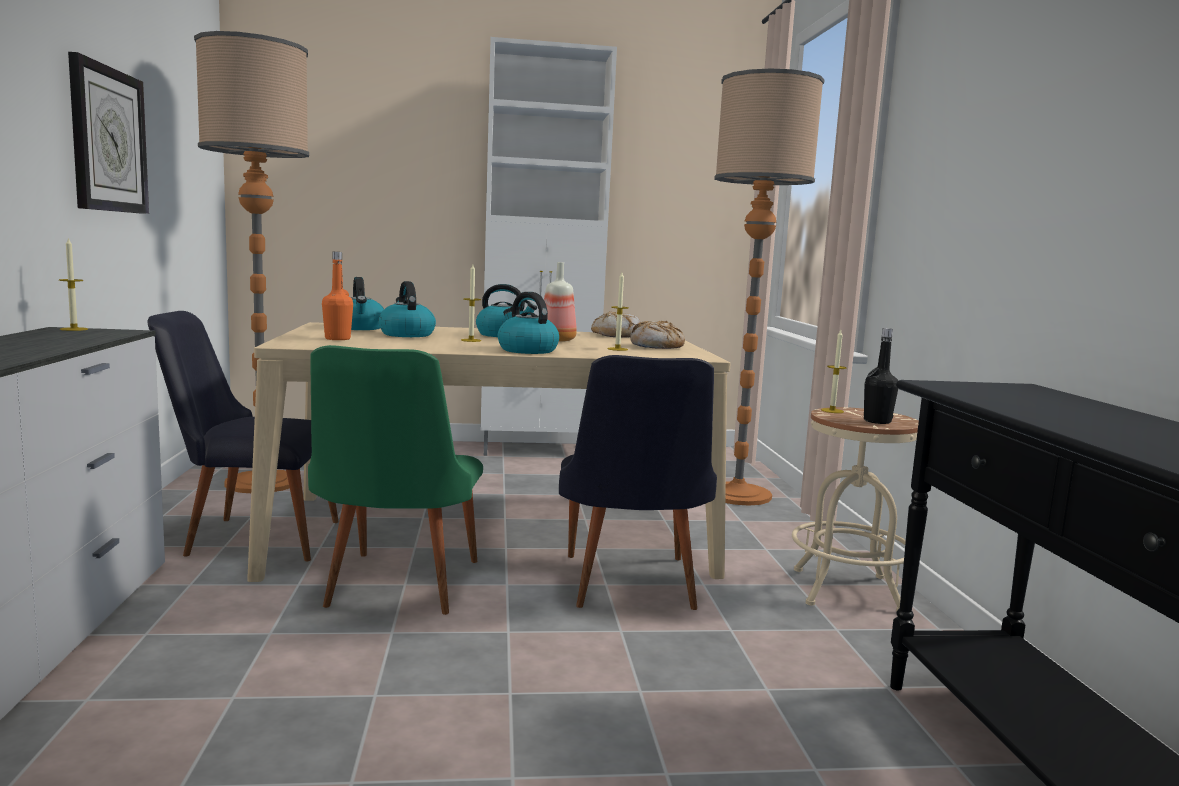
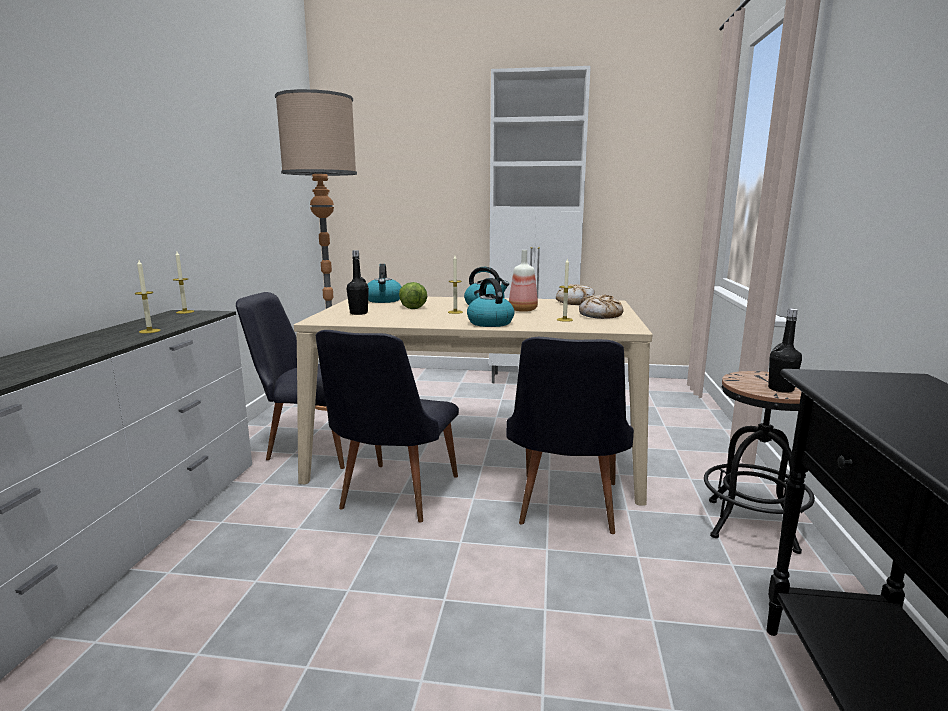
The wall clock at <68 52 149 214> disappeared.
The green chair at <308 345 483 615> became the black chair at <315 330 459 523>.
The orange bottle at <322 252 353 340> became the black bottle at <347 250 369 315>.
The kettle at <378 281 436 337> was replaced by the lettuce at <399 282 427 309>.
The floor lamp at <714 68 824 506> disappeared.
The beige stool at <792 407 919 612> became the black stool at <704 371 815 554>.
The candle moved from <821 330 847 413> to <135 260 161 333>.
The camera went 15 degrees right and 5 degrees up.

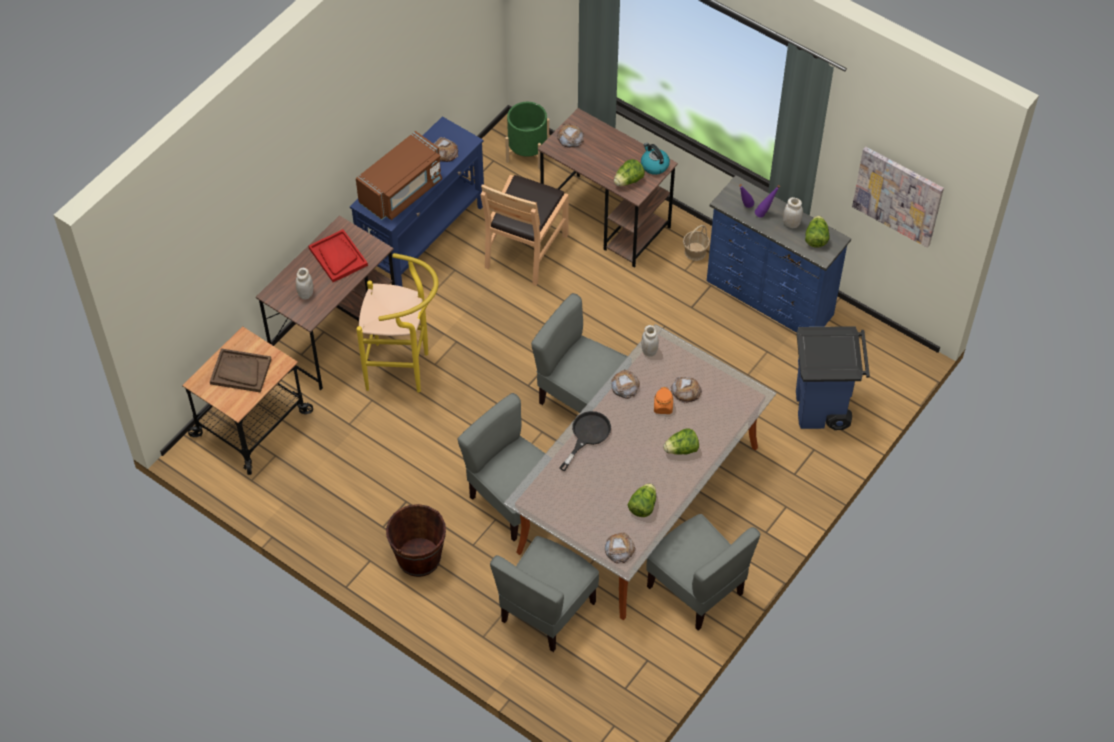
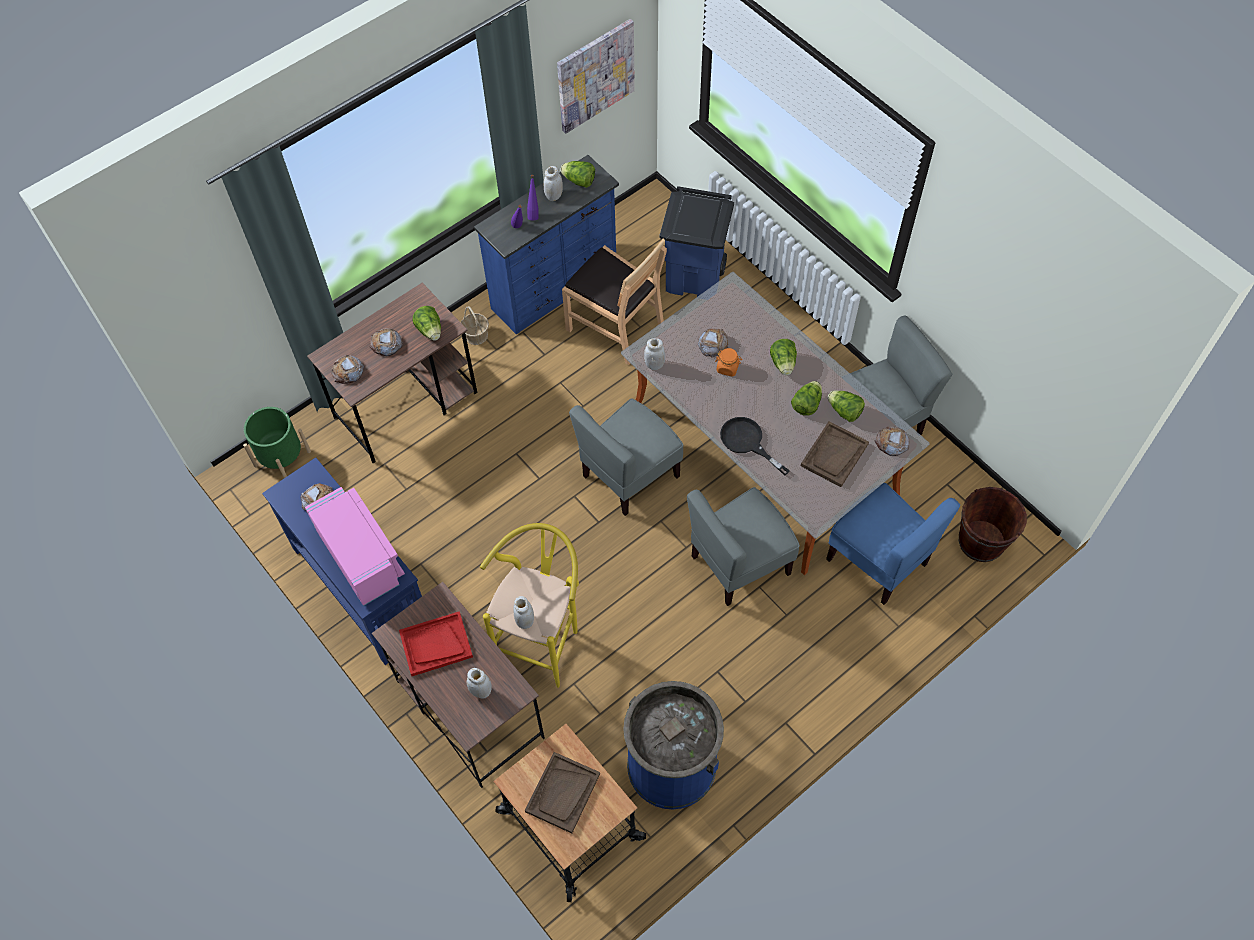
The brown microwave at <356 131 442 220> became the pink microwave at <305 487 405 606>.
The brown bucket moved from <386 504 446 577> to <959 487 1027 562>.
The brown chair moved from <481 175 569 286> to <562 239 667 365>.
The grey chair at <490 536 599 652> became the blue chair at <826 483 960 605>.
The bread moved from <611 369 640 399> to <369 328 403 356>.
The kettle at <641 143 670 175> disappeared.
The white jar at <513 596 534 629> appeared.
The blue trash can at <623 681 724 809> appeared.
The lettuce at <791 381 822 416> appeared.
The brown tray at <801 421 869 487> appeared.
The camera went 75 degrees left and 5 degrees up.

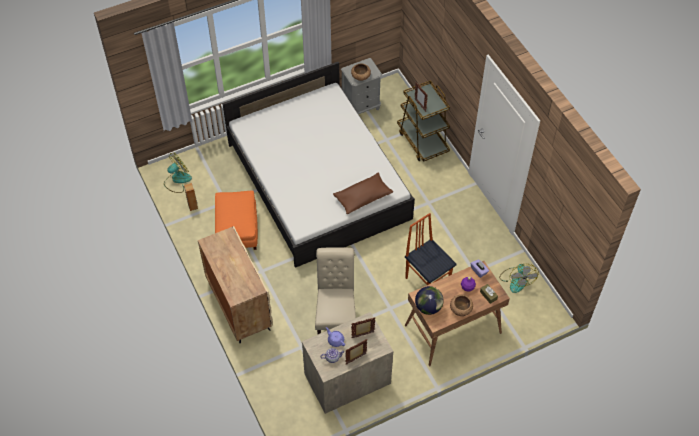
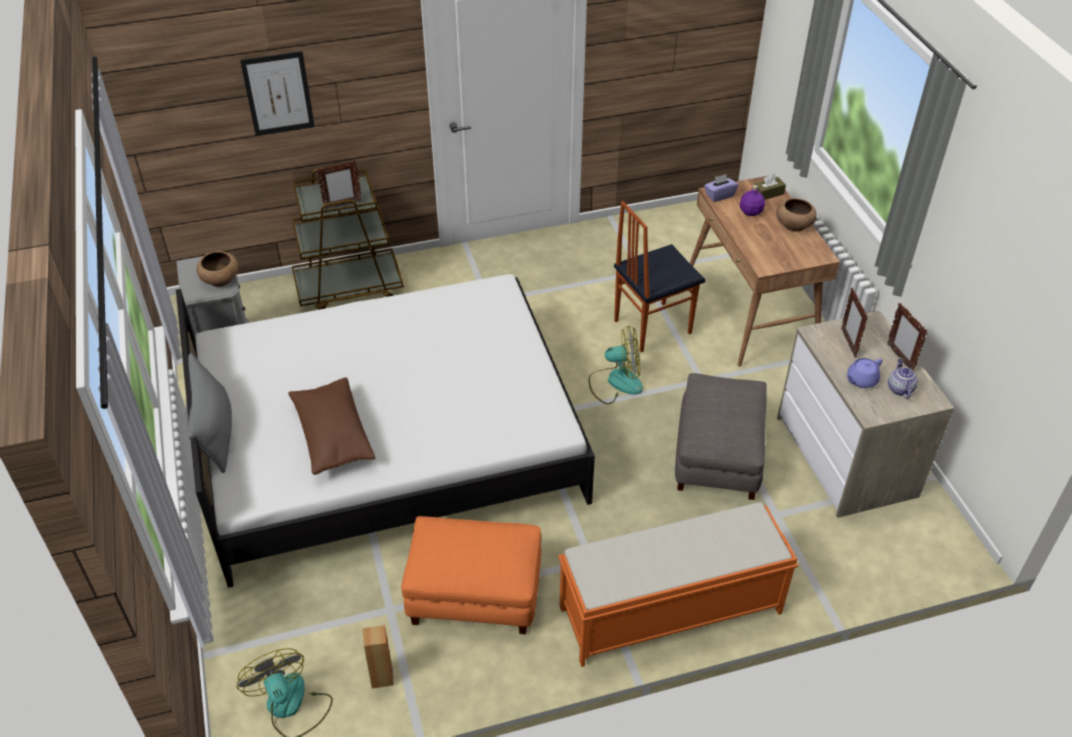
The beige cabinet at <198 226 273 343> was replaced by the orange bench at <558 502 798 667>.
The beige chair at <315 247 356 334> was replaced by the grey ottoman at <675 373 767 500>.
The brown pillow moved from <333 172 393 215> to <288 377 375 475>.
The globe at <415 286 444 315> disappeared.
The fan moved from <499 264 539 293> to <589 326 643 404>.
The grey pillow at <186 353 232 473> appeared.
The picture at <240 51 315 136> appeared.
The camera went 80 degrees left and 10 degrees down.

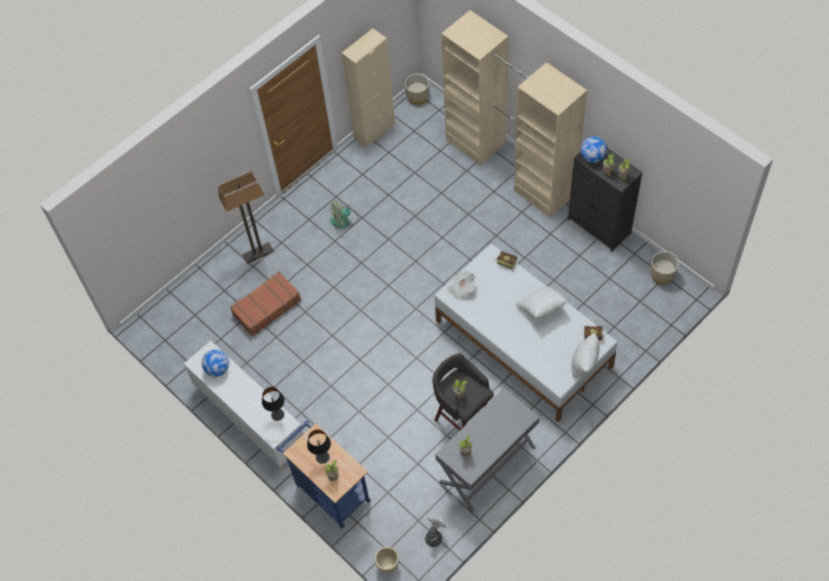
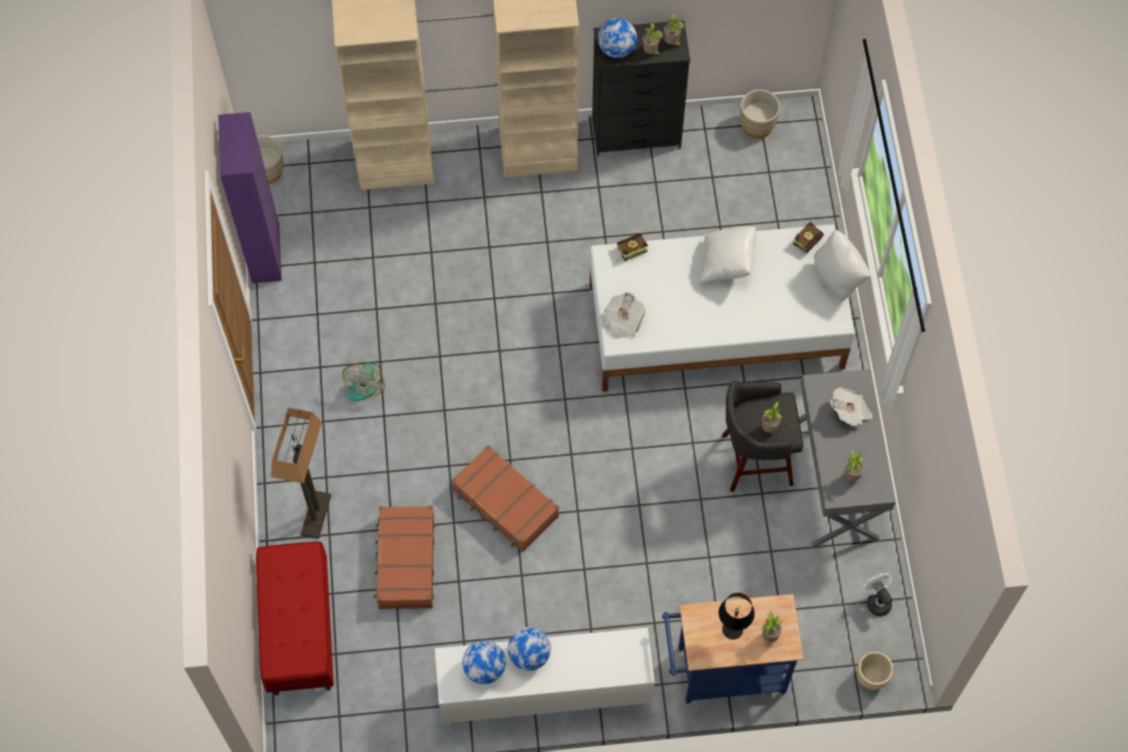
The black table lamp at <262 387 285 421> disappeared.
The beige cabinet at <342 28 395 148> became the purple cabinet at <218 112 282 283>.
The red bench at <256 542 334 696> appeared.
The brown suitcase at <451 445 559 552> appeared.
The globe at <508 627 551 671> appeared.
The newspaper at <830 387 873 426> appeared.
The camera went 55 degrees left and 5 degrees up.

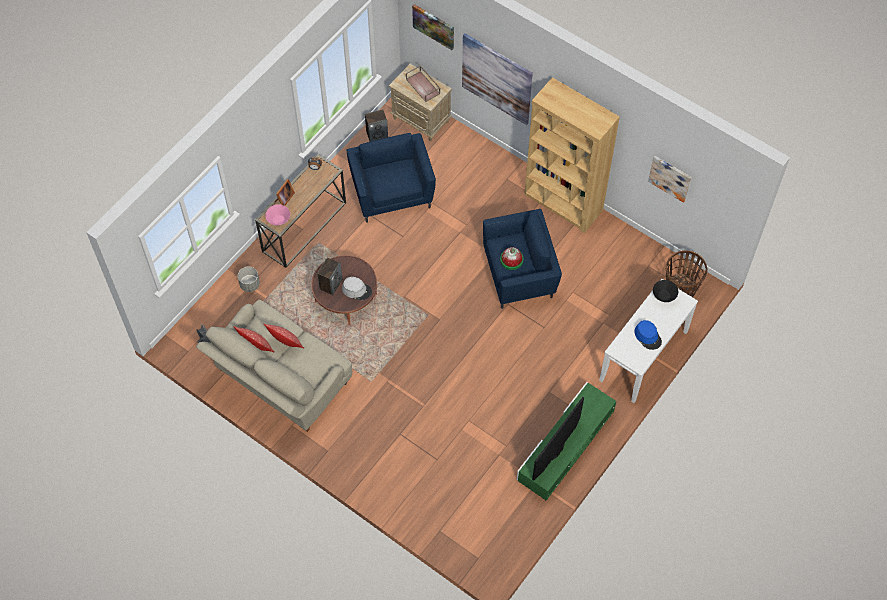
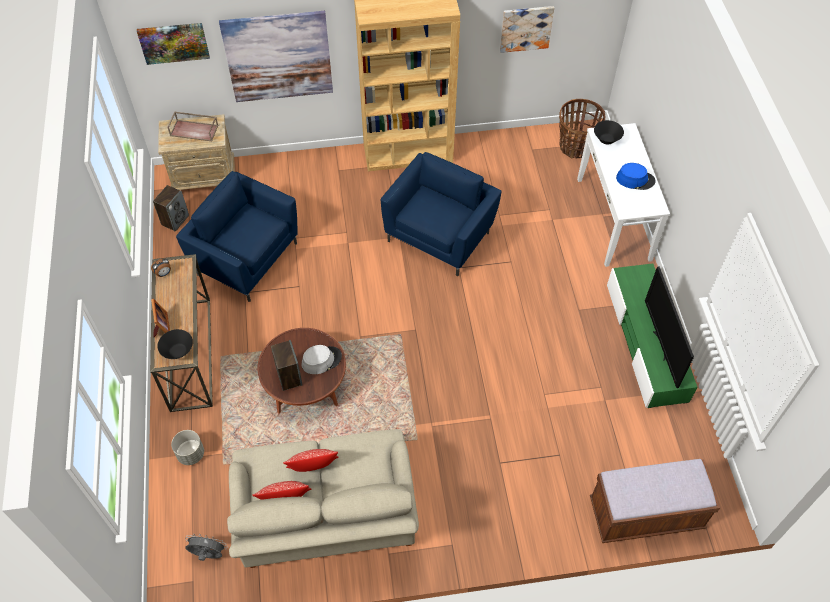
The pink bowl at <265 204 290 225> became the black bowl at <158 329 193 359>.
The hat at <500 247 524 270> disappeared.
The brown bench at <590 459 720 543> appeared.
The camera went 45 degrees left and 5 degrees down.

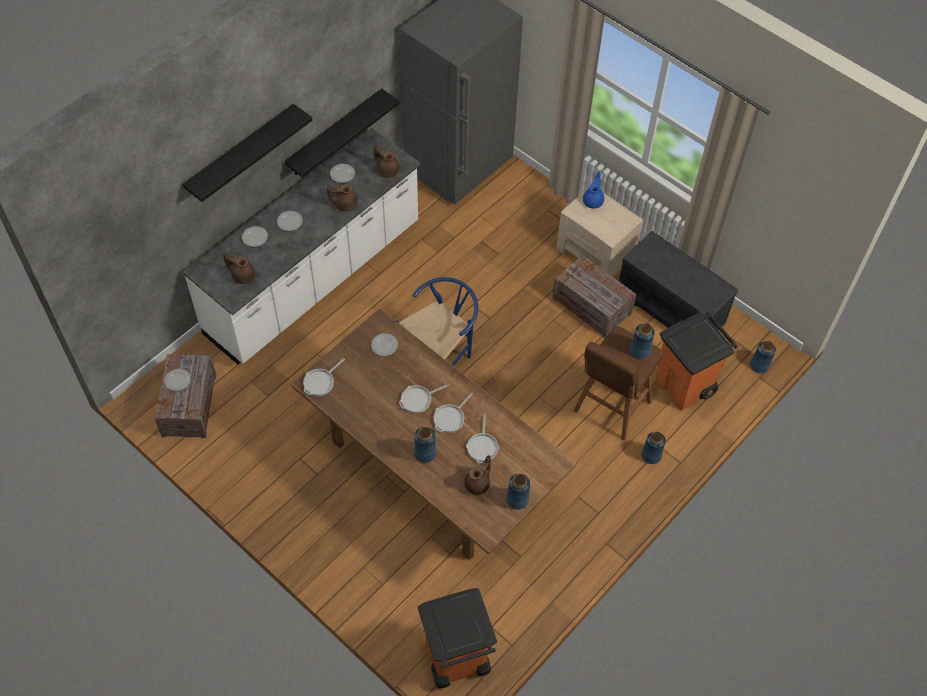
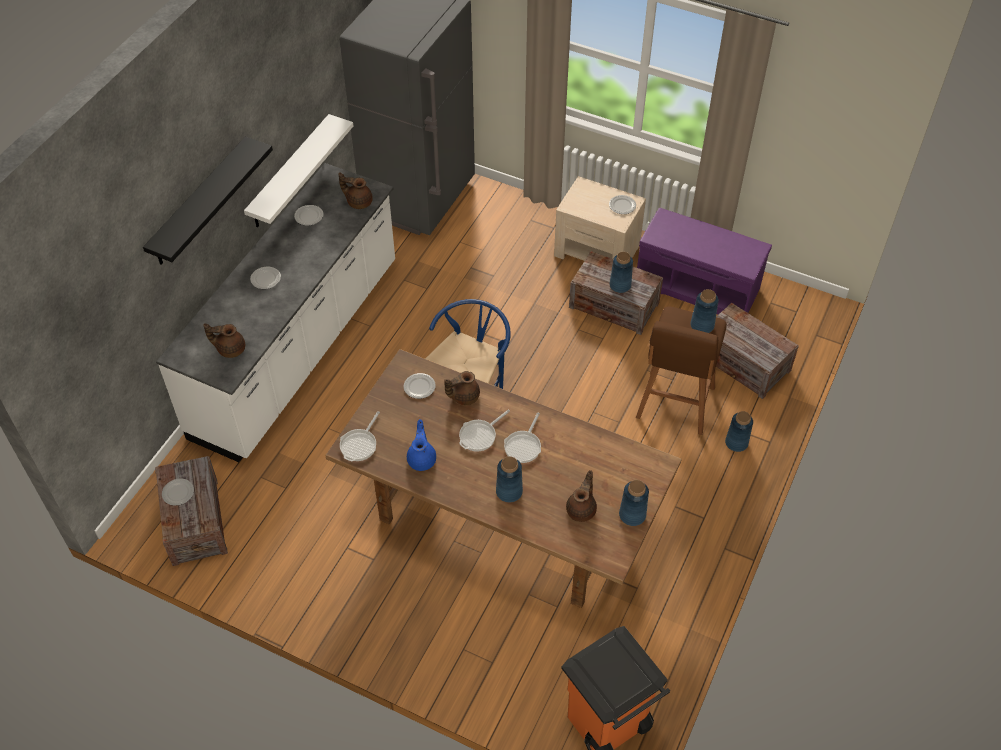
The plate moved from <242 226 268 247> to <609 195 636 214>.
The black shelf at <284 89 400 178> became the white shelf at <244 114 353 227>.
The brown teapot moved from <327 184 357 211> to <444 371 480 405>.
The frying pan at <466 414 499 463> disappeared.
The blue teapot moved from <583 171 604 208> to <407 419 436 471>.
The grey bench at <619 231 738 330> became the purple bench at <637 208 772 315>.
The orange trash can at <656 311 738 411> was replaced by the crate at <716 303 799 399>.
The blue vase moved from <750 341 776 374> to <609 252 633 293>.
The camera went 15 degrees left and 5 degrees down.

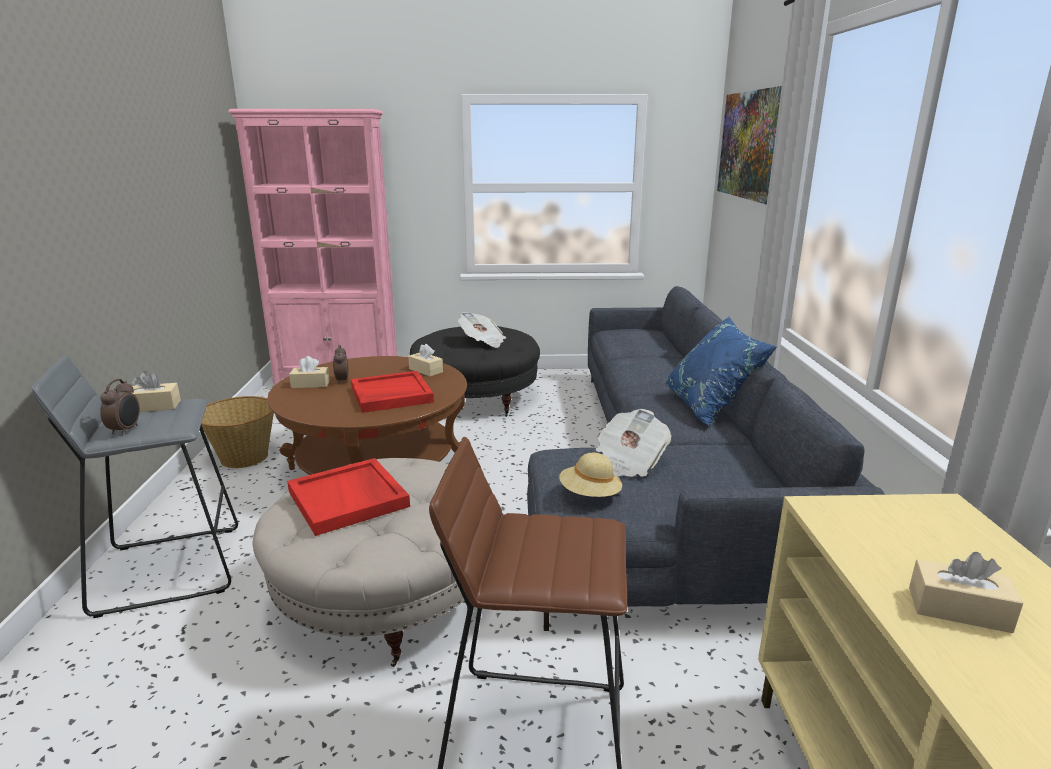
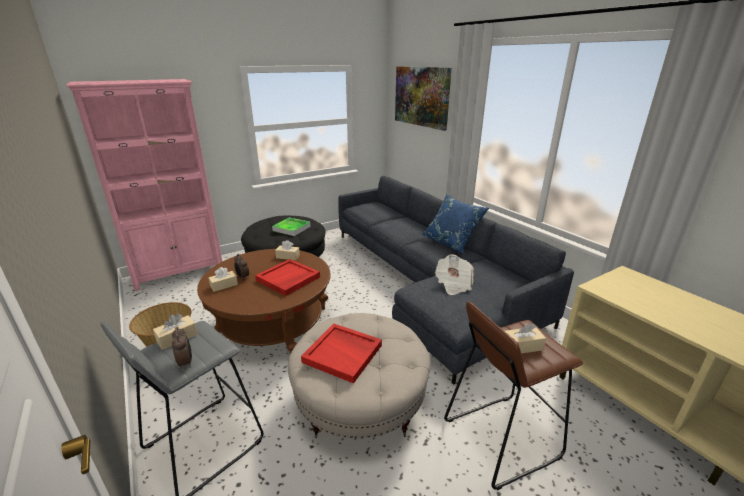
The newspaper at <458 312 506 348> was replaced by the tray at <272 217 311 236>.
The beige hat at <559 453 622 497> disappeared.
The beige tissue box moved from <909 552 1023 633> to <505 323 546 353>.
The camera went 30 degrees left and 5 degrees up.

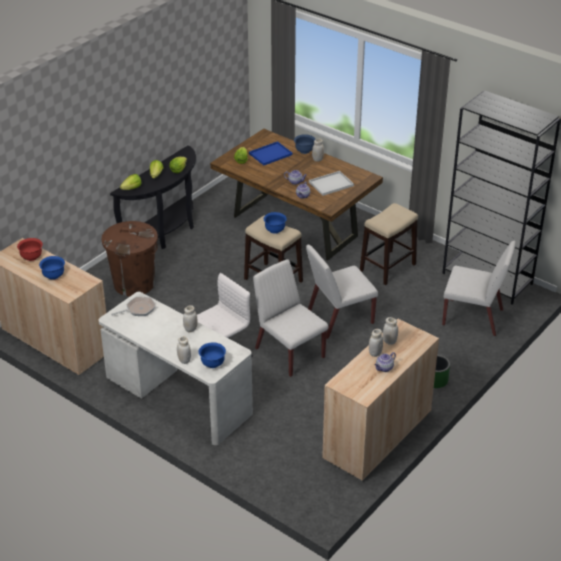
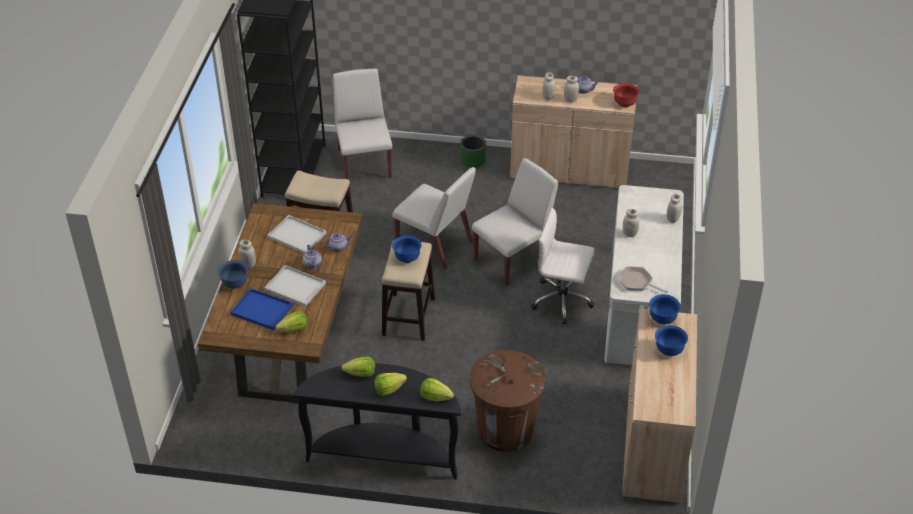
The red bowl moved from <17 238 43 261> to <613 83 639 108>.
The blue bowl moved from <199 342 226 368> to <649 294 681 324>.
The white chair at <253 259 328 377> turned 150 degrees counterclockwise.
The white tray at <264 265 326 307> appeared.
The camera went 120 degrees left and 5 degrees up.

